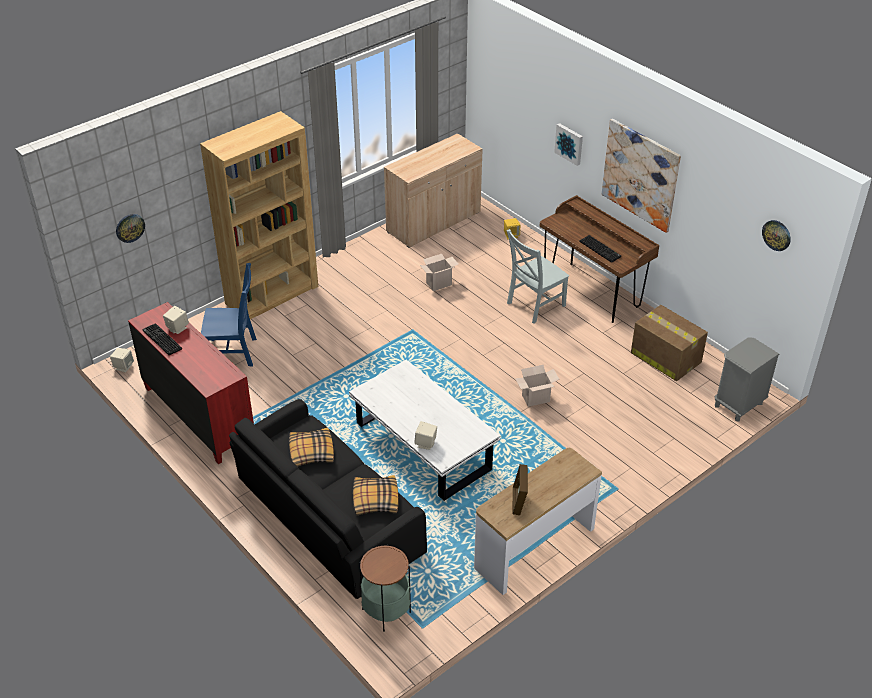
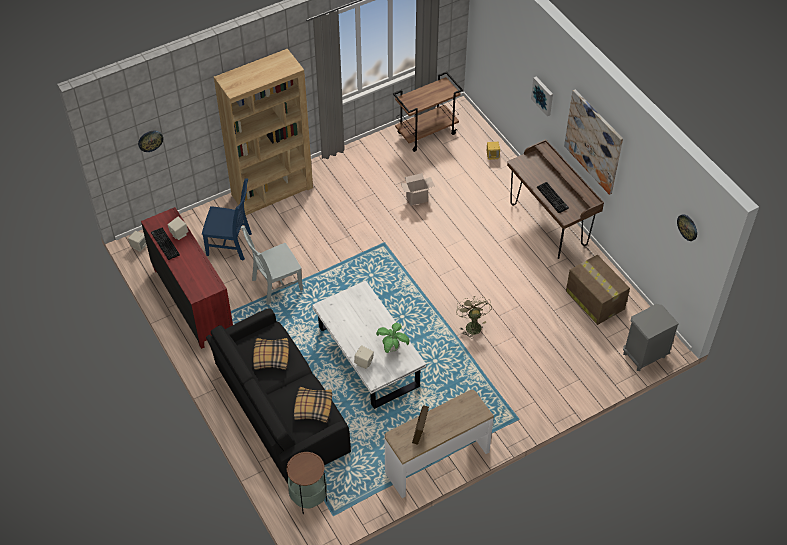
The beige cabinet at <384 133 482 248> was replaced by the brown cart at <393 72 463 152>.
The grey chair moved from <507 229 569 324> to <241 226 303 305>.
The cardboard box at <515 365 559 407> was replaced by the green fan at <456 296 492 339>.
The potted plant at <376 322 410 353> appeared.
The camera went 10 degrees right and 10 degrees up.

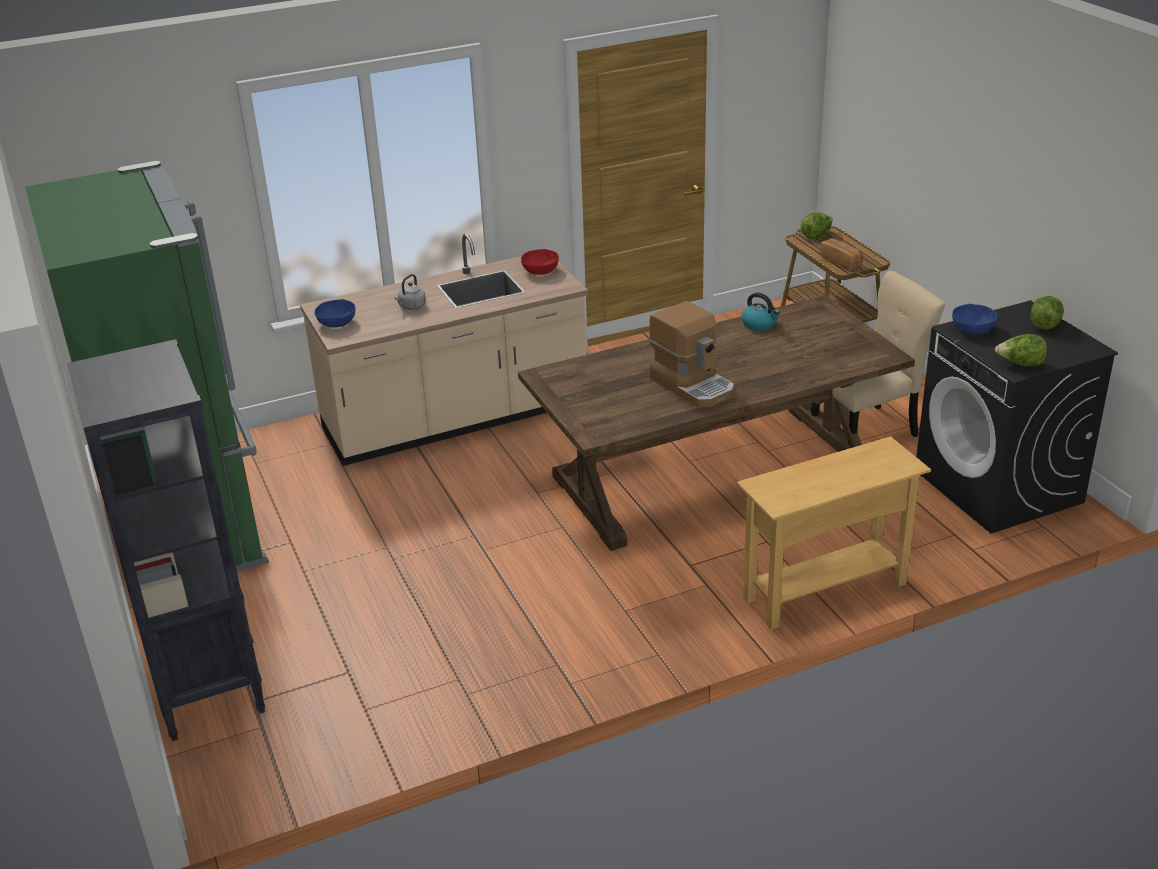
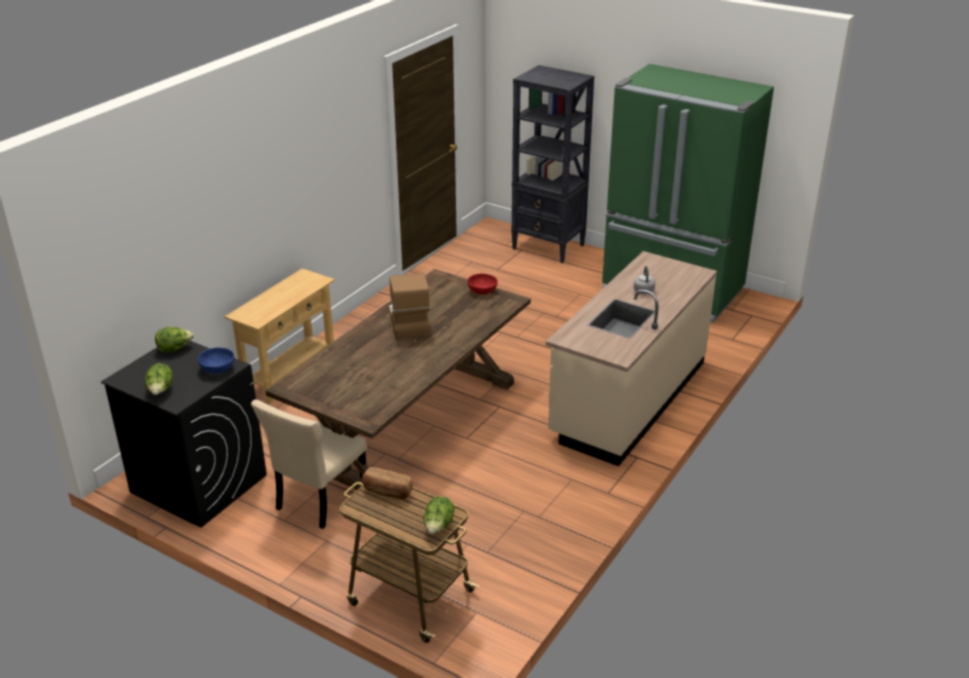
The blue bowl at <314 299 355 328> disappeared.
The red bowl moved from <521 249 559 275> to <467 273 498 294>.
The coffee machine at <649 301 734 407> turned 60 degrees clockwise.
The kettle at <742 292 780 331> disappeared.
The camera went 145 degrees right and 0 degrees up.

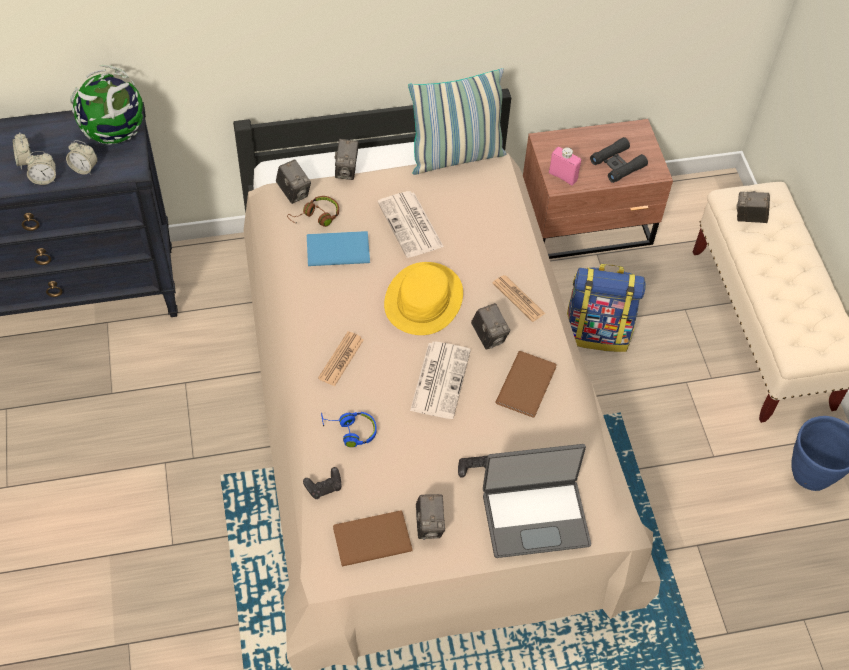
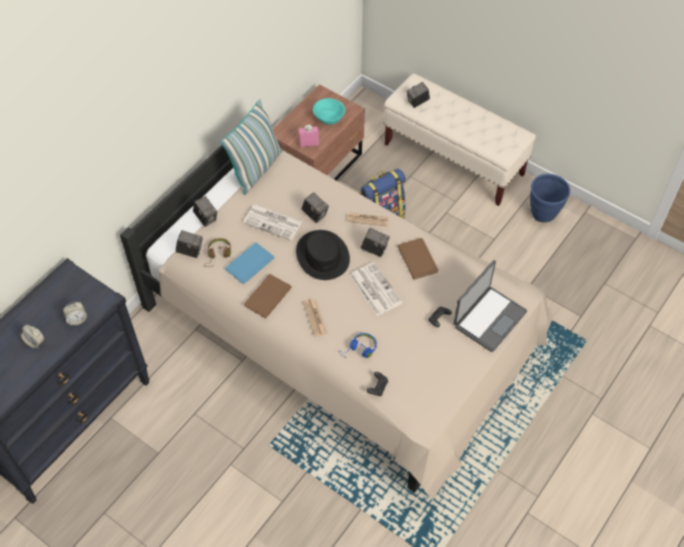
The alarm clock at <26 151 56 185> disappeared.
The globe at <70 65 143 145> disappeared.
The brown book moved from <333 510 413 567> to <244 274 292 319>.
The yellow hat at <384 262 463 335> became the black hat at <296 230 350 280>.
The photo camera moved from <416 494 445 540> to <302 192 329 223>.
The black binoculars at <590 137 648 183> was replaced by the turquoise bowl at <313 98 345 125>.
The camera went 40 degrees left and 0 degrees up.

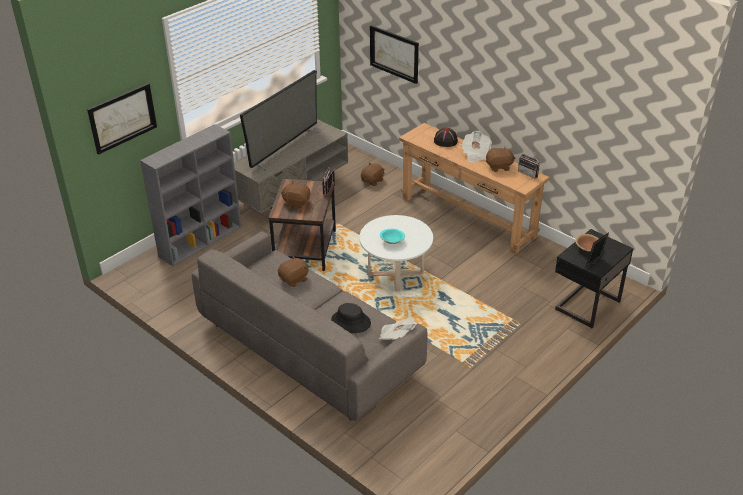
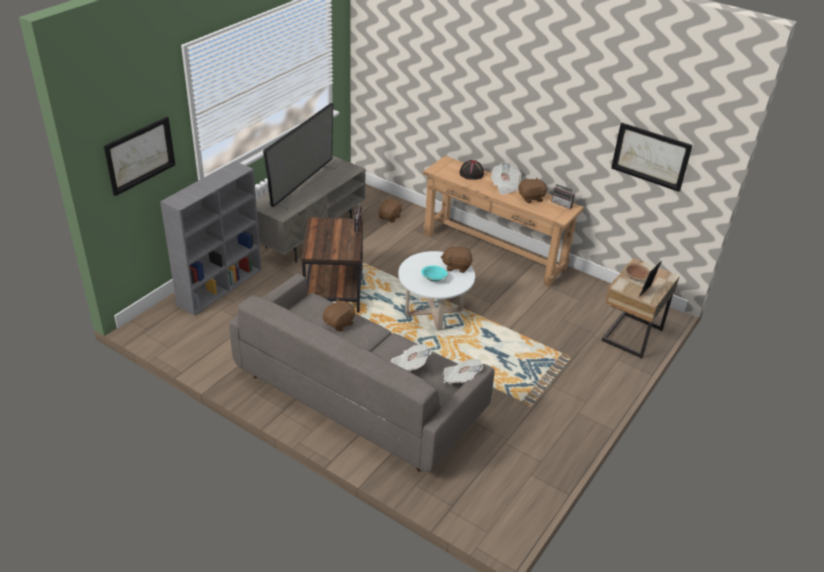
The brown plush toy moved from <281 182 310 208> to <441 244 473 273>.
The black hat at <331 303 371 333> was replaced by the newspaper at <391 343 432 371>.
The picture moved from <370 25 419 84> to <611 123 693 192>.
The black nightstand at <555 229 633 328> became the beige nightstand at <602 258 680 359>.
The camera went 10 degrees left and 0 degrees up.

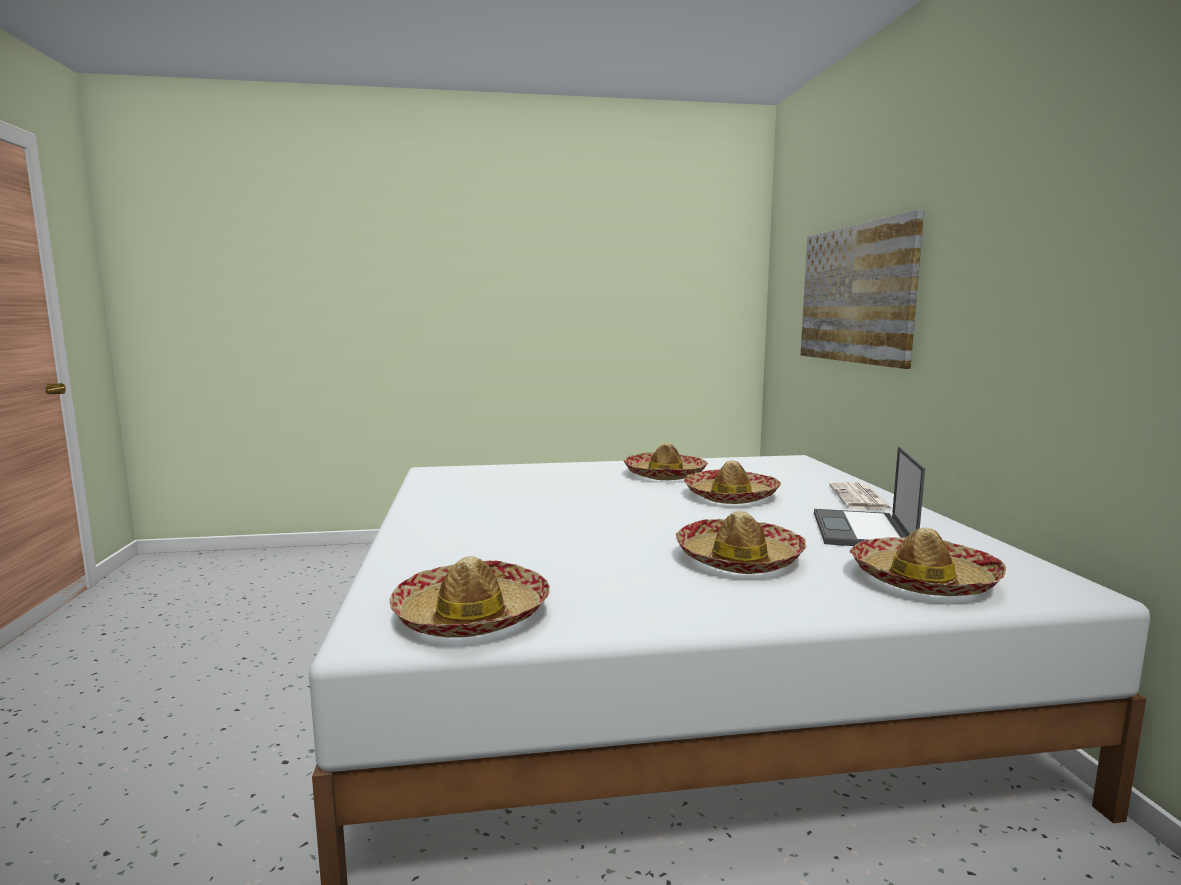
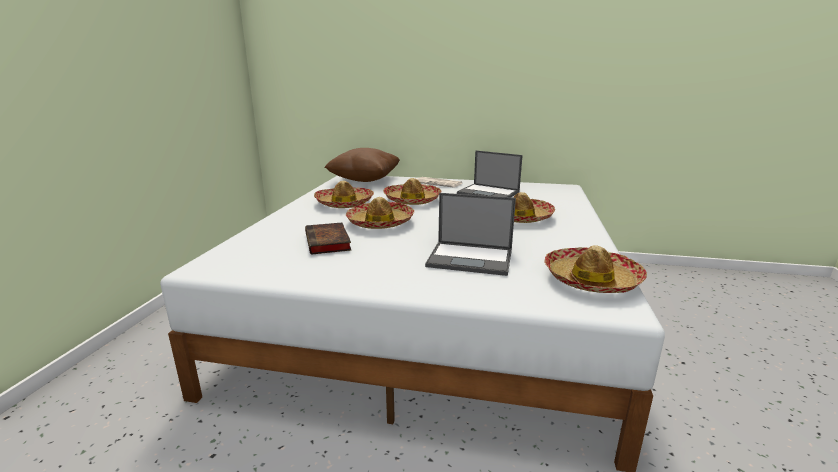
The picture at <801 209 924 369> disappeared.
The hat moved from <850 528 1006 596> to <346 197 414 229>.
The book at <305 223 351 255> appeared.
The brown pillow at <324 148 400 182> appeared.
The laptop at <425 193 516 276> appeared.
The camera went 70 degrees left and 10 degrees up.

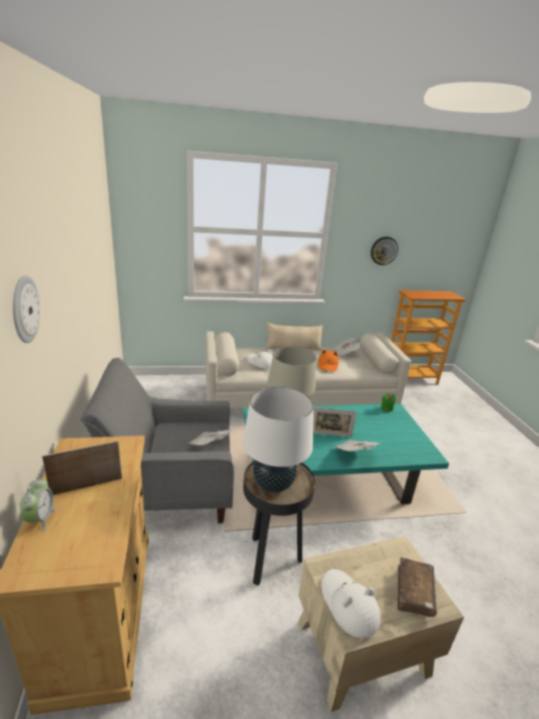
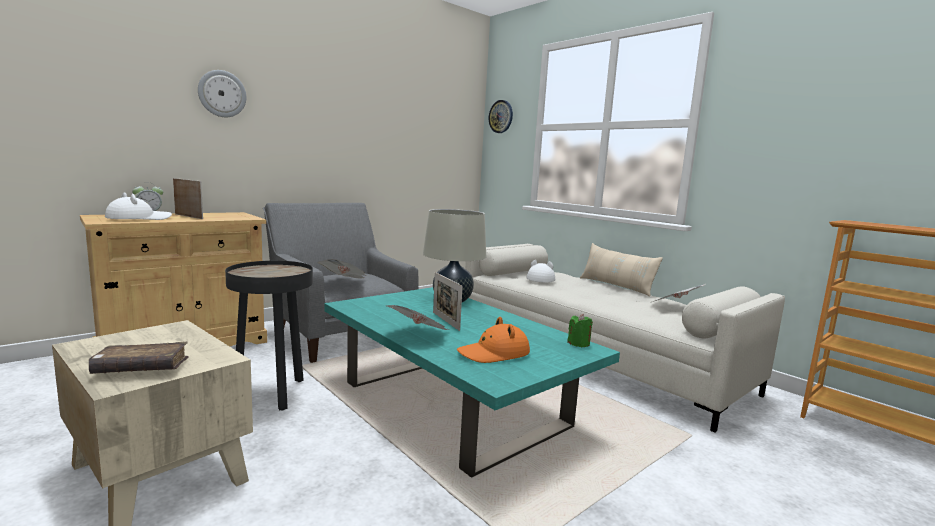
The white table lamp at <243 387 314 492> disappeared.
The orange hat moved from <318 349 339 371> to <457 317 530 363>.
The white hat moved from <321 569 381 638> to <105 192 172 220>.
The wall clock moved from <371 237 398 265> to <489 100 513 133>.
The camera went 60 degrees right and 15 degrees down.

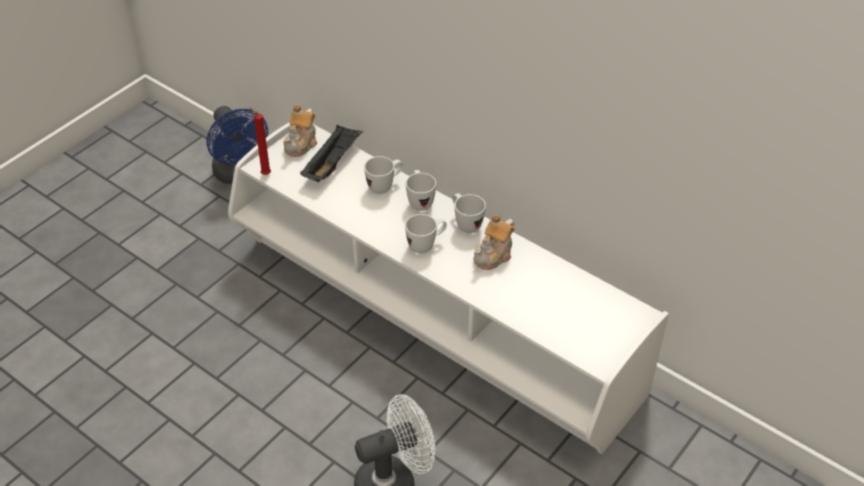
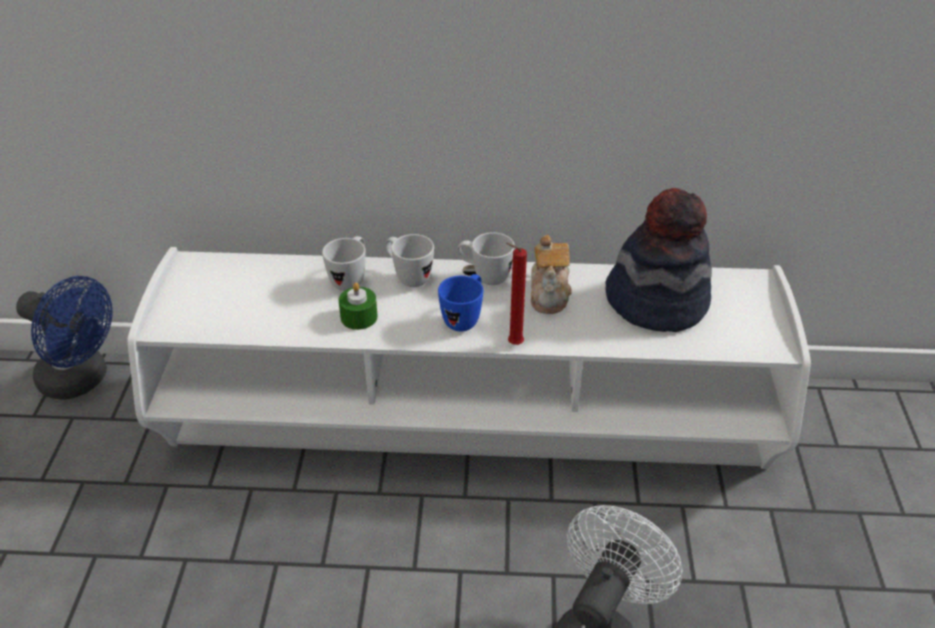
The red candle moved from <249 107 271 175> to <506 243 527 345>.
The teapot at <284 104 317 157> disappeared.
The black tray at <300 125 363 182> disappeared.
The white mug at <405 214 447 253> became the blue mug at <438 274 483 331>.
The green candle at <339 282 378 330> appeared.
The hat at <605 188 712 332> appeared.
The camera went 35 degrees left and 5 degrees down.

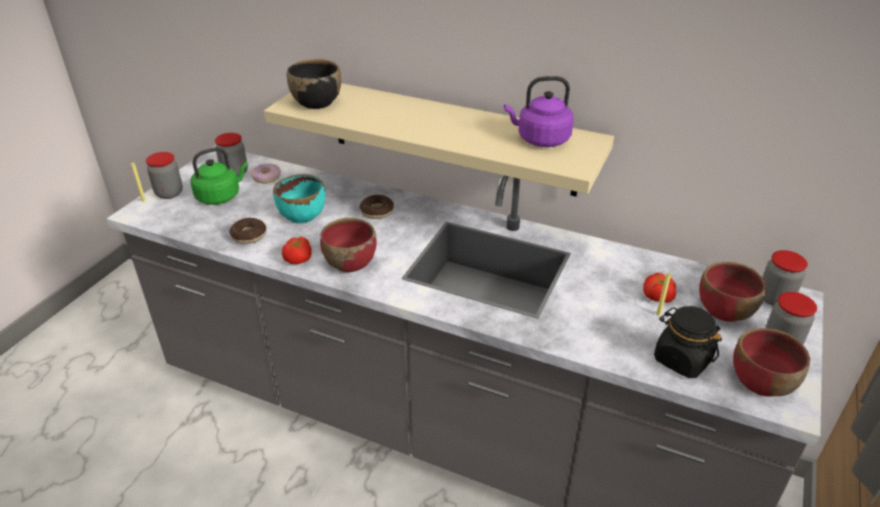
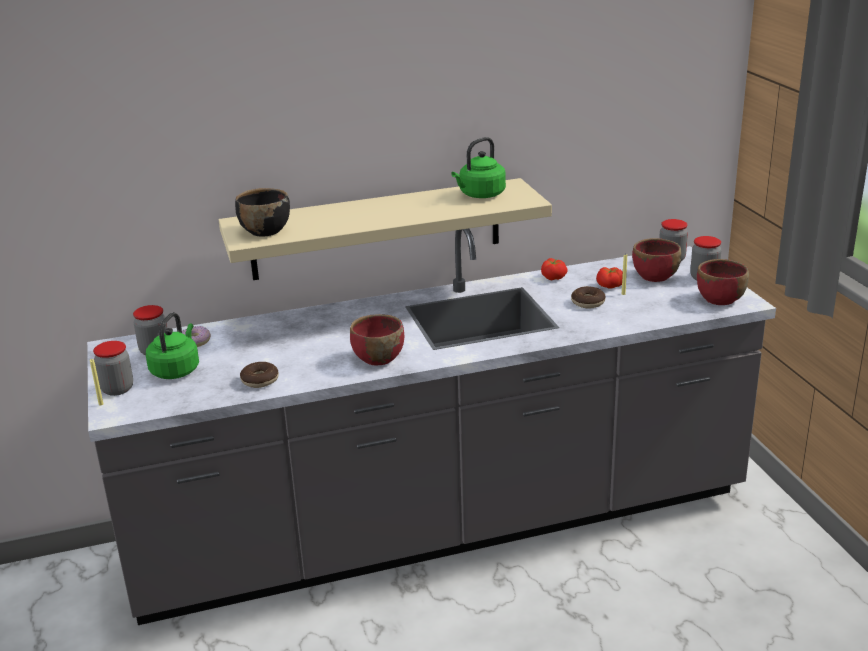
The turquoise bowl at <273 174 325 223> disappeared.
The tomato moved from <282 237 312 264> to <541 258 568 280>.
The donut moved from <360 195 394 219> to <571 286 606 309>.
The purple kettle at <504 76 574 147> became the green kettle at <451 137 506 198>.
The black jar at <654 306 722 378> disappeared.
The camera went 40 degrees left and 10 degrees down.

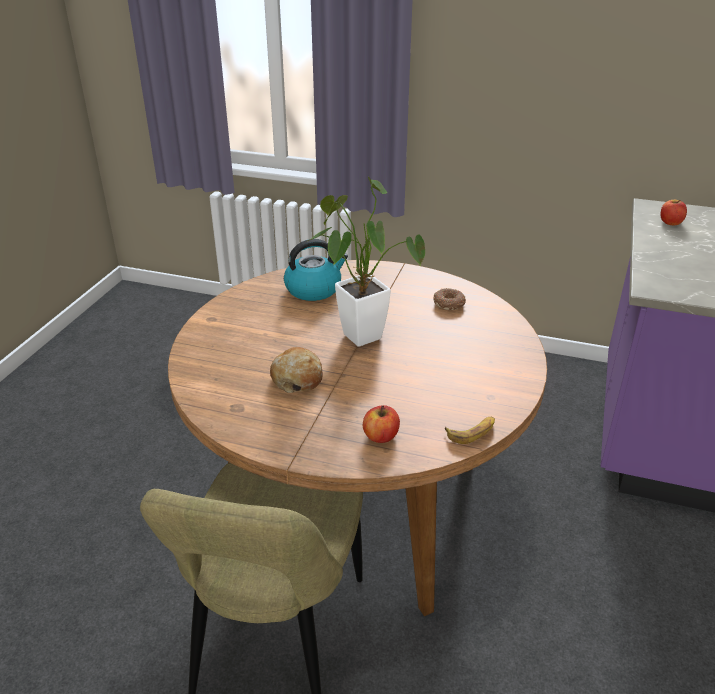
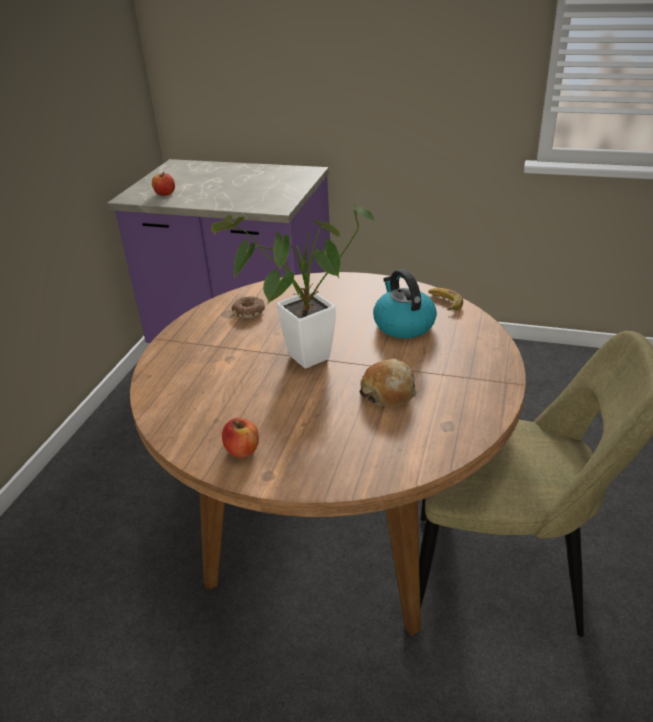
The kettle moved from <284 239 348 301> to <373 269 437 338>.
The apple moved from <363 405 400 443> to <222 418 259 457>.
The camera went 90 degrees left and 0 degrees up.

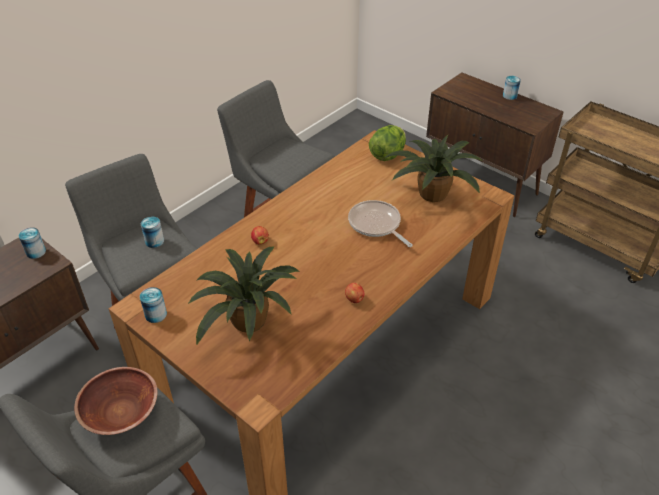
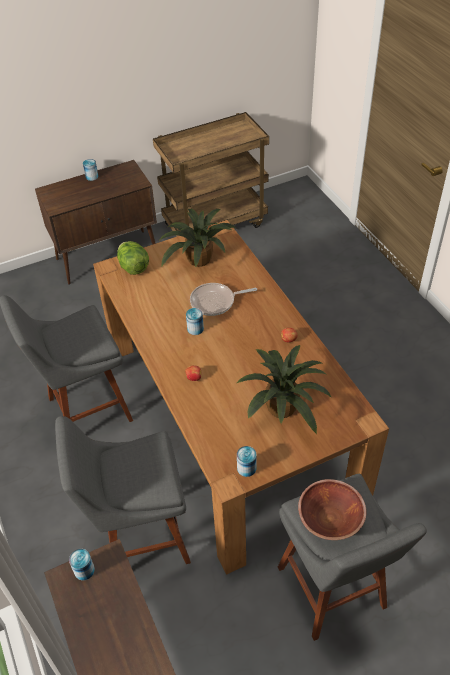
The can moved from <141 217 164 248> to <186 308 204 335>.
The camera went 65 degrees left and 5 degrees up.

